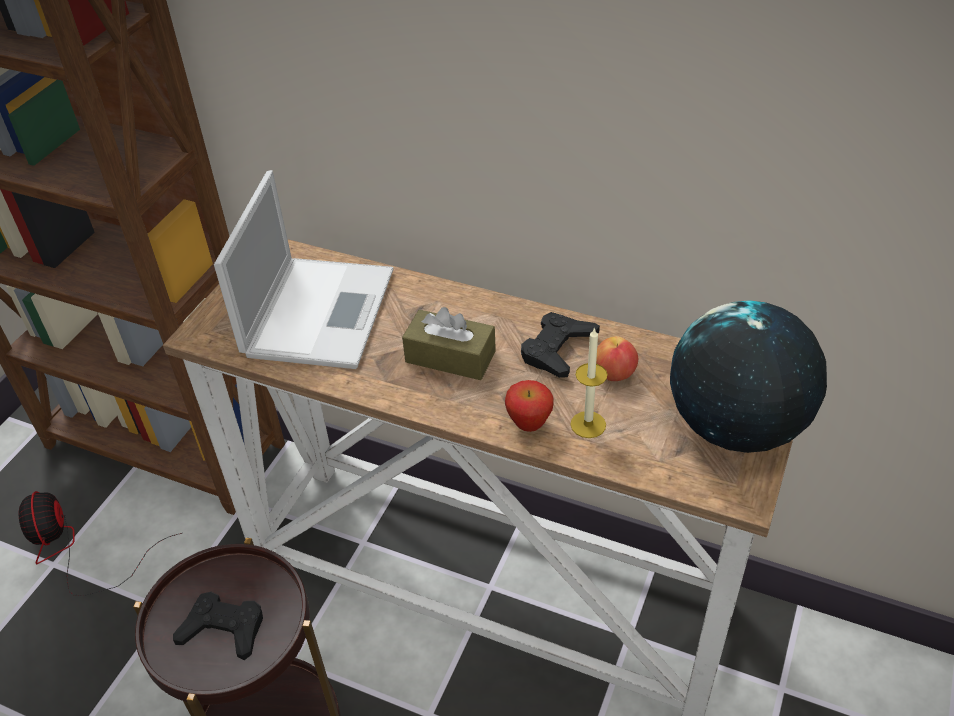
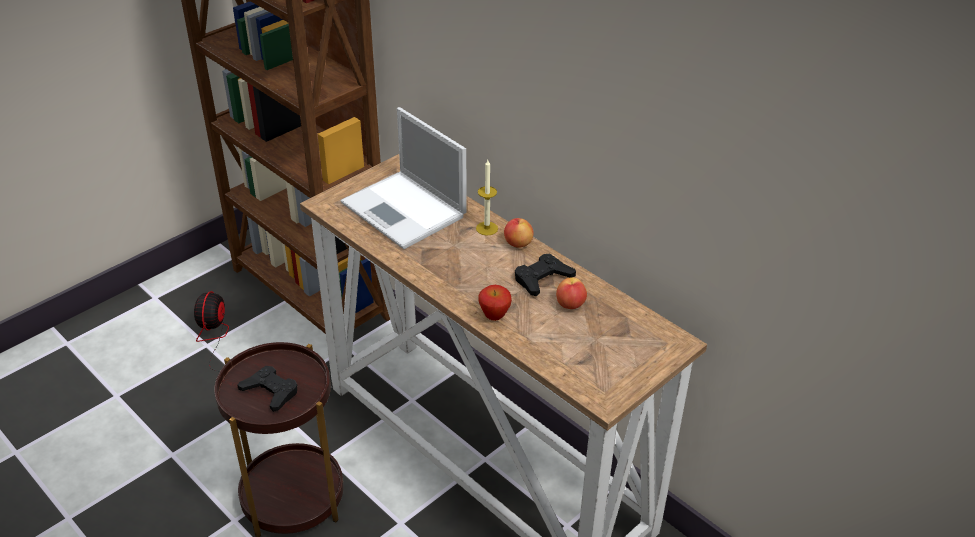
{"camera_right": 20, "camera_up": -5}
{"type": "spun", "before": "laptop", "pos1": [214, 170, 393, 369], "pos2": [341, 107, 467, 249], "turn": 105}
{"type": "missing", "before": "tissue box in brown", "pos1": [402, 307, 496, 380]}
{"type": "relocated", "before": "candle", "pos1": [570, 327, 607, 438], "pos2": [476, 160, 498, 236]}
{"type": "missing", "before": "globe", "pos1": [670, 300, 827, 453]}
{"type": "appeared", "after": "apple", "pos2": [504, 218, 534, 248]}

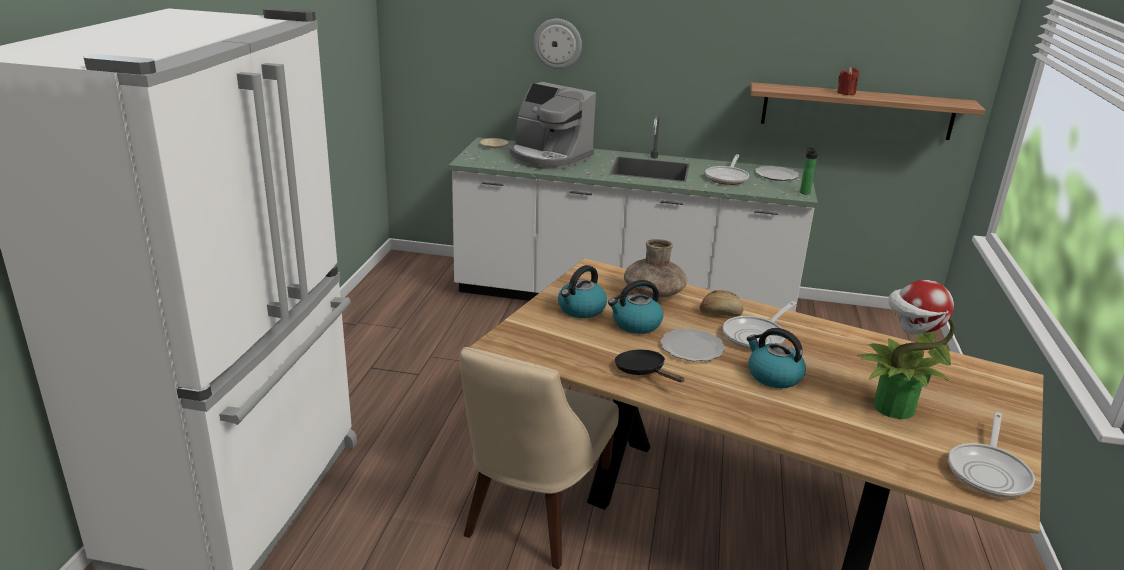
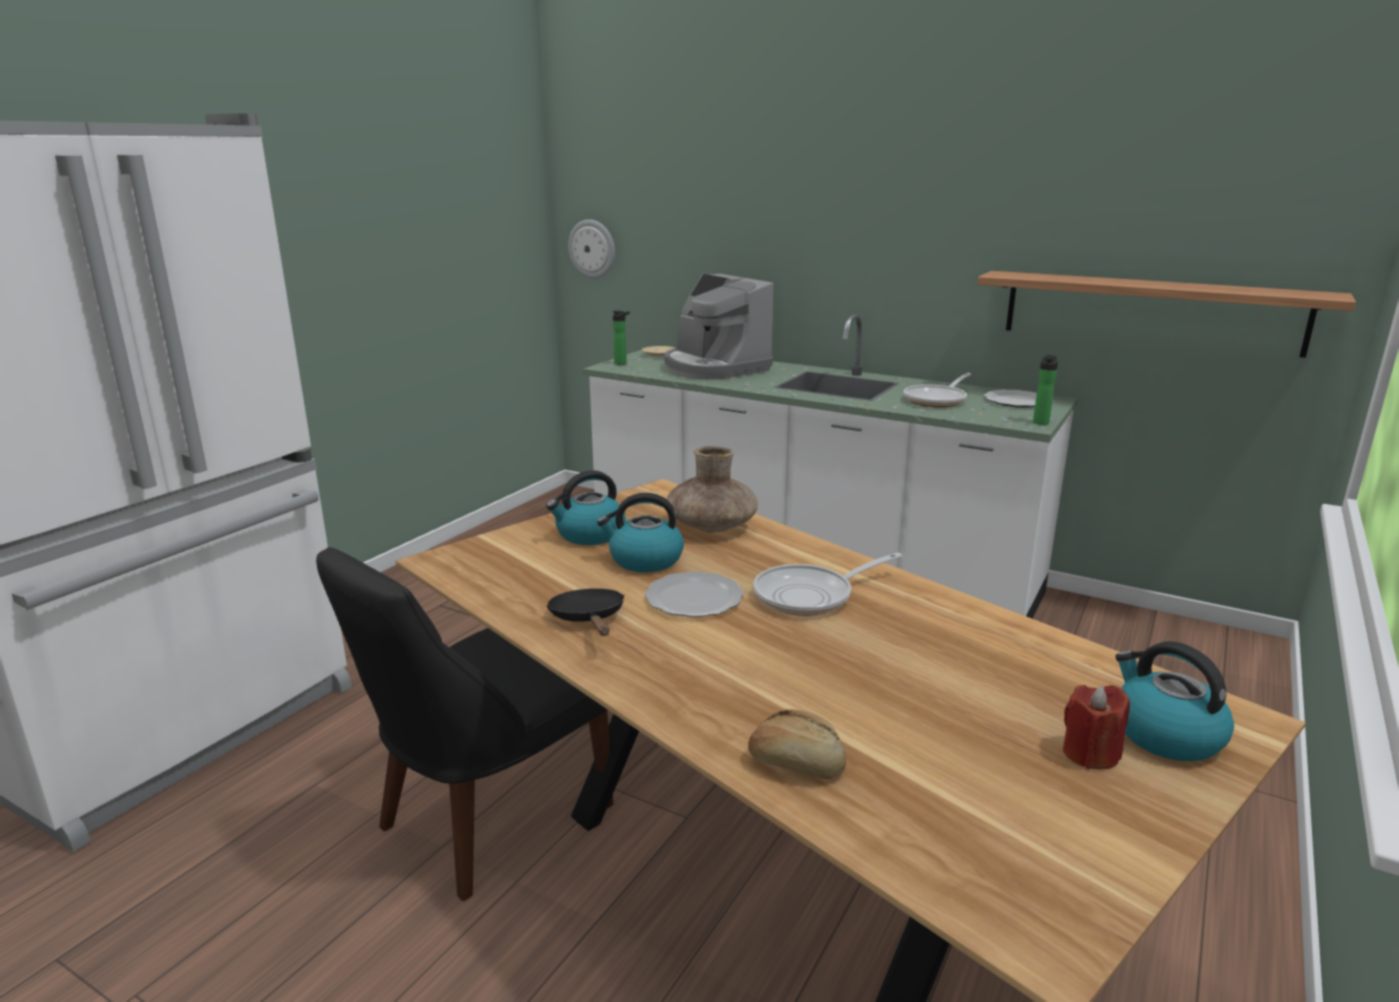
{"camera_right": 20, "camera_up": -5}
{"type": "colour", "before": "chair in beige", "after": "chair in black", "pos1": [460, 347, 619, 569], "pos2": [316, 547, 613, 901]}
{"type": "relocated", "before": "wall clock", "pos1": [533, 19, 582, 69], "pos2": [568, 219, 615, 279]}
{"type": "relocated", "before": "bread", "pos1": [700, 290, 743, 317], "pos2": [748, 709, 846, 779]}
{"type": "relocated", "before": "kettle", "pos1": [747, 328, 806, 388], "pos2": [1115, 641, 1234, 761]}
{"type": "relocated", "before": "candle in red", "pos1": [837, 67, 859, 95], "pos2": [1063, 685, 1130, 769]}
{"type": "missing", "before": "potted plant", "pos1": [857, 280, 955, 419]}
{"type": "missing", "before": "frying pan", "pos1": [948, 412, 1035, 498]}
{"type": "appeared", "after": "bottle", "pos2": [612, 310, 630, 365]}

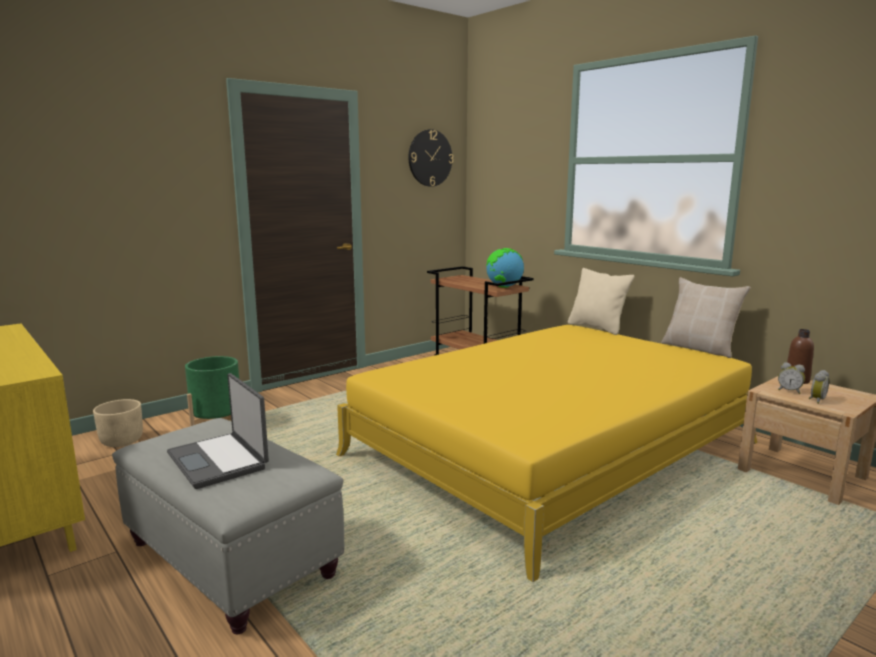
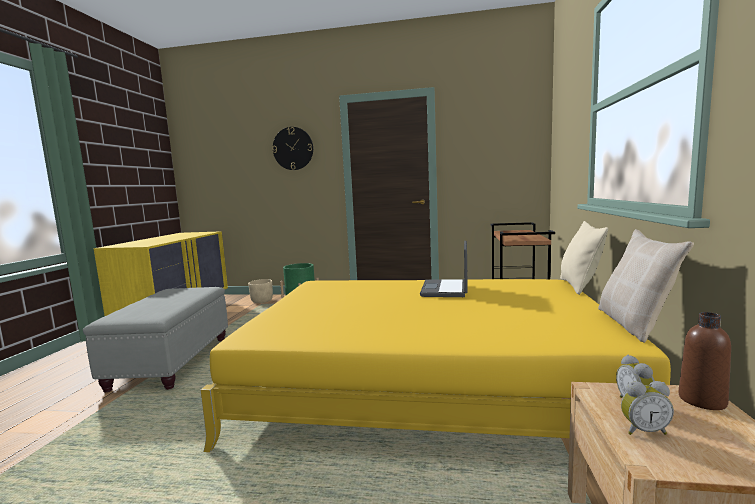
{"camera_right": 50, "camera_up": -5}
{"type": "relocated", "before": "laptop", "pos1": [167, 373, 269, 489], "pos2": [420, 241, 468, 297]}
{"type": "relocated", "before": "wall clock", "pos1": [409, 129, 453, 187], "pos2": [272, 127, 313, 170]}
{"type": "missing", "before": "globe", "pos1": [486, 248, 524, 288]}

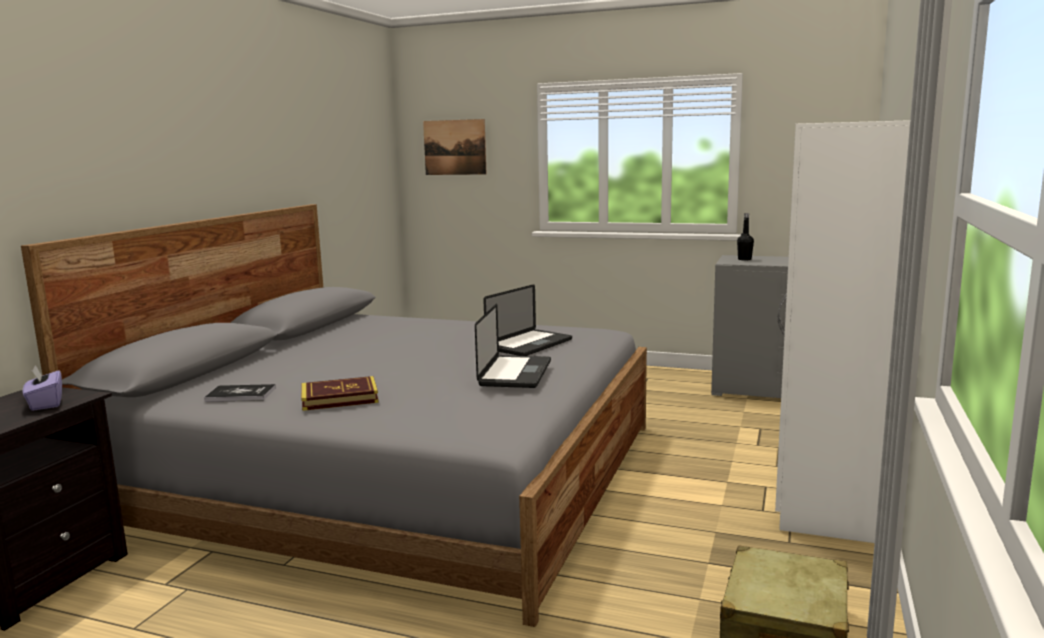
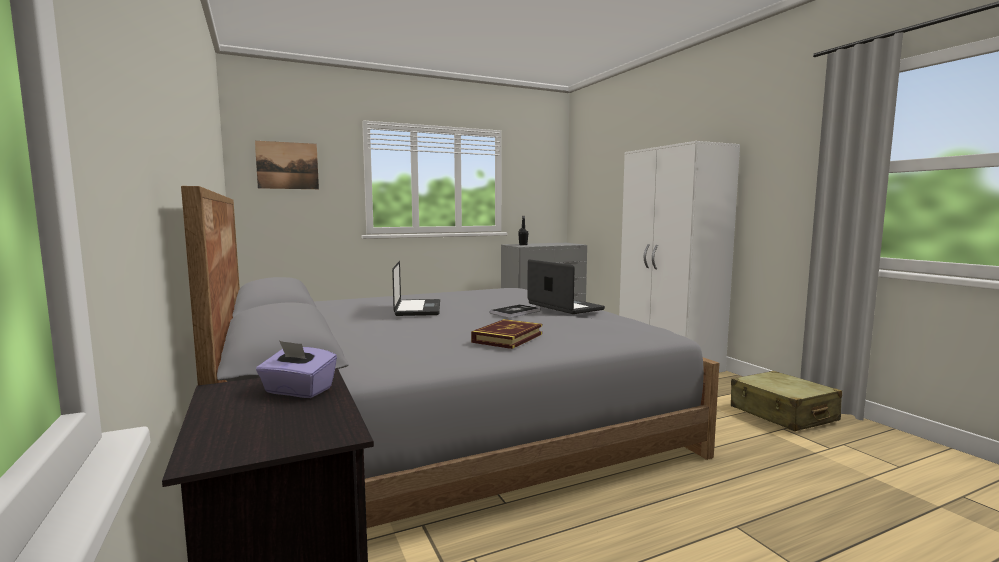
{"camera_right": -45, "camera_up": -5}
{"type": "relocated", "before": "book", "pos1": [204, 384, 276, 402], "pos2": [490, 304, 540, 318]}
{"type": "relocated", "before": "laptop", "pos1": [483, 284, 572, 356], "pos2": [392, 261, 440, 316]}

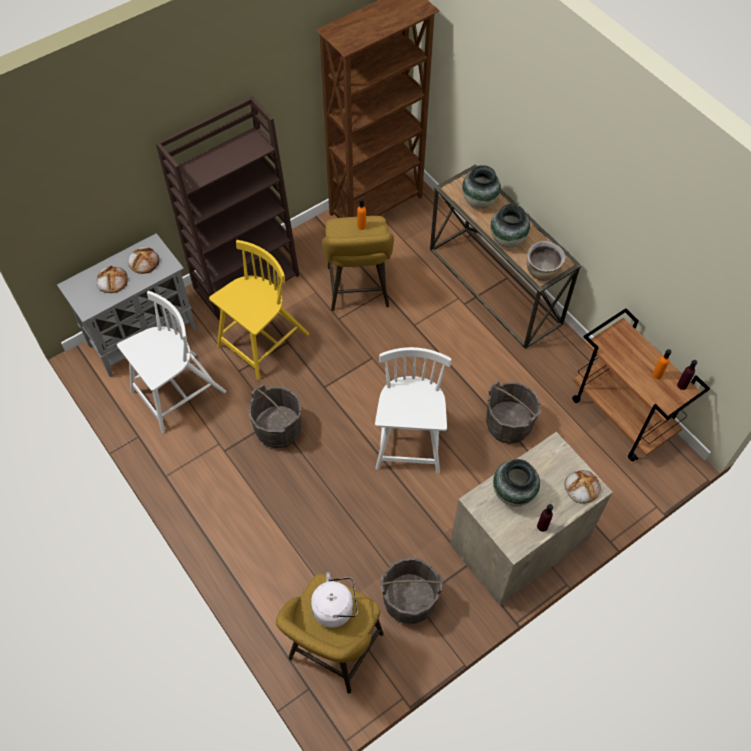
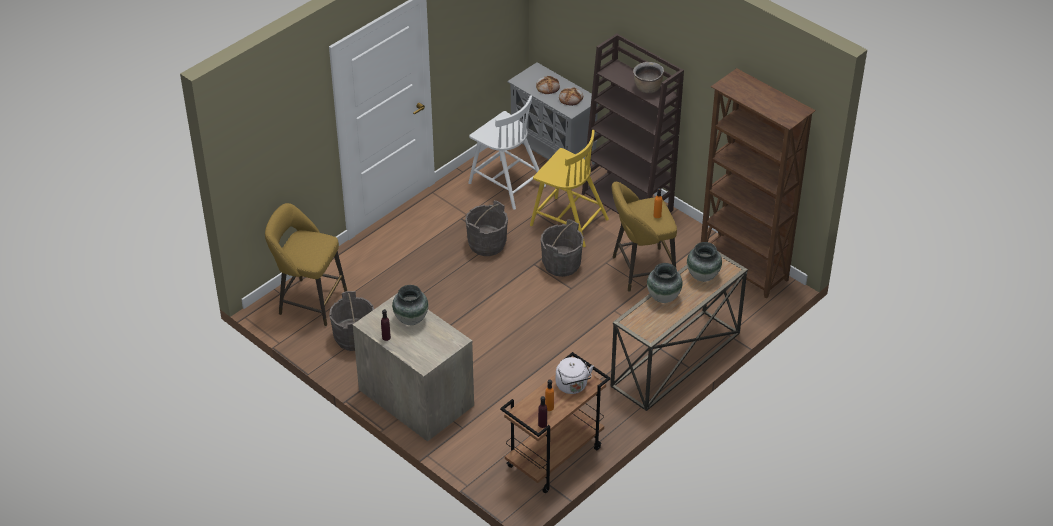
{"camera_right": 80, "camera_up": -15}
{"type": "relocated", "before": "kettle in white", "pos1": [311, 572, 358, 628], "pos2": [556, 357, 594, 394]}
{"type": "missing", "before": "chair in white", "pos1": [375, 347, 451, 474]}
{"type": "relocated", "before": "bucket in grey", "pos1": [486, 381, 541, 444], "pos2": [541, 219, 584, 277]}
{"type": "relocated", "before": "cooking pot in brown", "pos1": [527, 241, 565, 281], "pos2": [633, 62, 664, 93]}
{"type": "missing", "before": "bread", "pos1": [564, 470, 601, 504]}

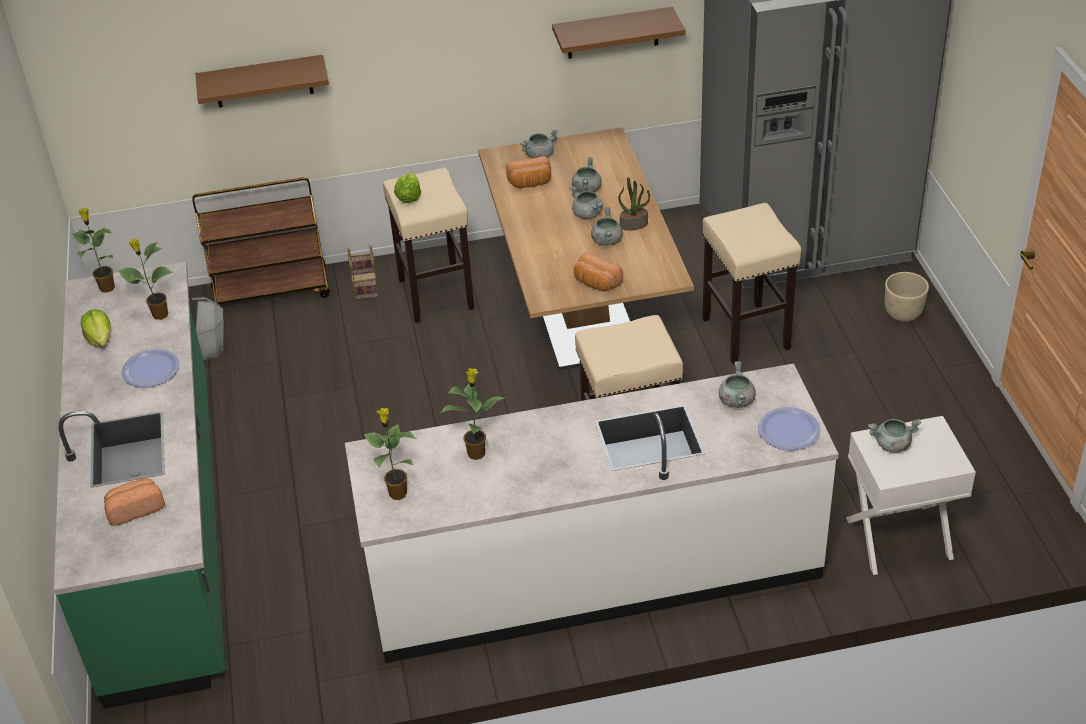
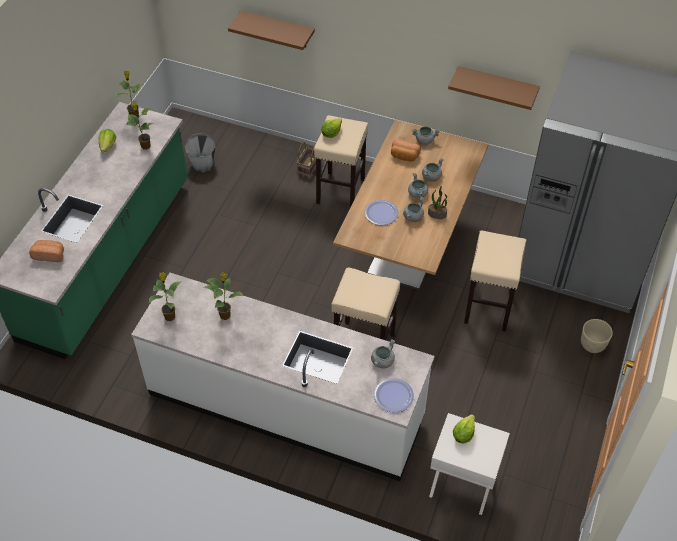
{"camera_right": 30, "camera_up": 10}
{"type": "relocated", "before": "plate", "pos1": [122, 349, 180, 388], "pos2": [365, 200, 398, 225]}
{"type": "missing", "before": "cart in brown", "pos1": [192, 177, 330, 307]}
{"type": "missing", "before": "bread", "pos1": [574, 252, 623, 292]}
{"type": "exchanged", "before": "cooking pot in grey", "after": "lettuce", "pos1": [868, 419, 921, 453], "pos2": [453, 414, 475, 444]}

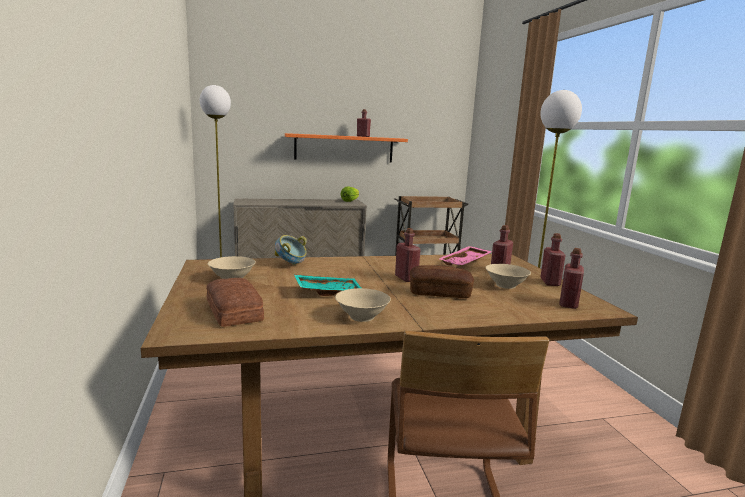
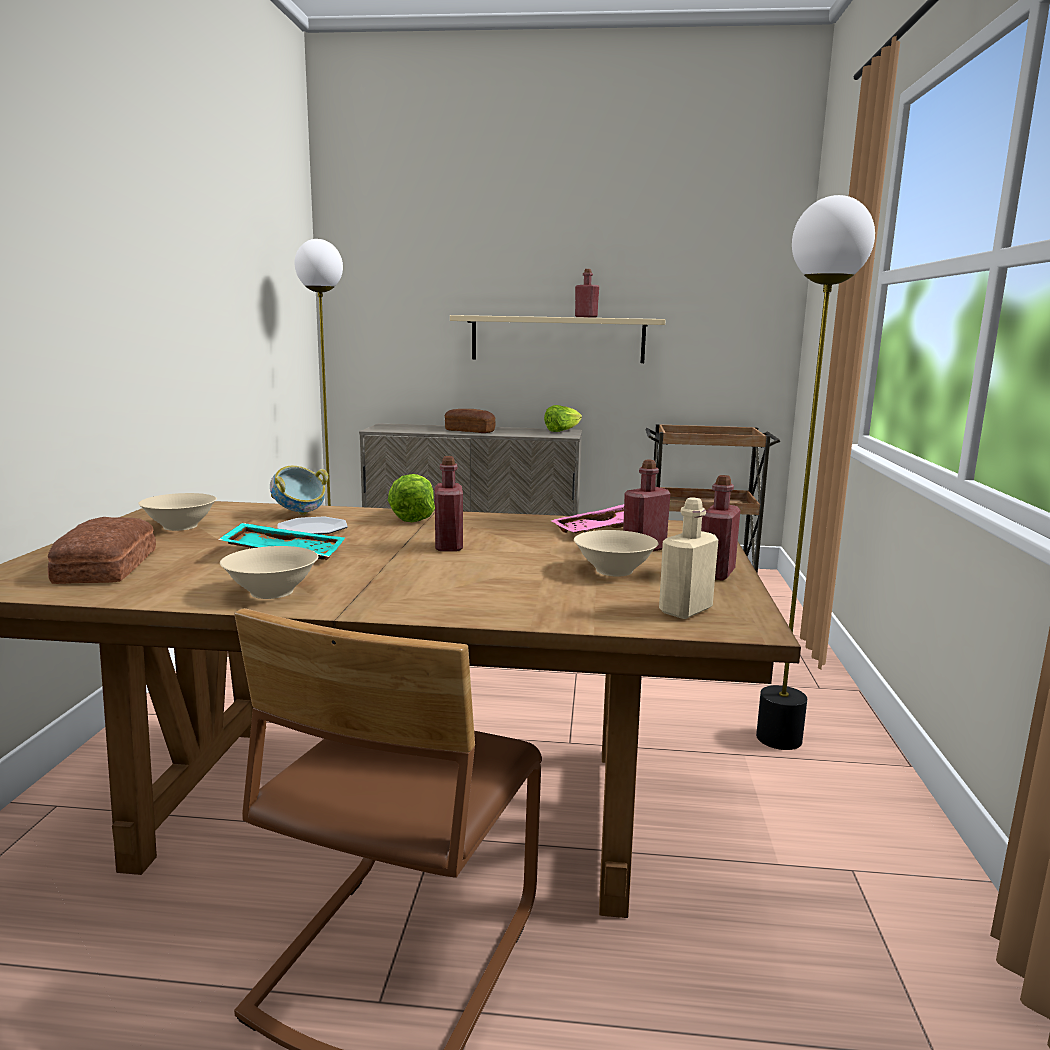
{"camera_right": 20, "camera_up": 0}
{"type": "colour", "before": "shelf in orange", "after": "shelf in beige", "pos1": [285, 133, 408, 163], "pos2": [450, 315, 666, 363]}
{"type": "relocated", "before": "bread", "pos1": [410, 265, 474, 298], "pos2": [445, 409, 495, 433]}
{"type": "colour", "before": "bottle in red", "after": "bottle in beige", "pos1": [559, 248, 584, 309], "pos2": [659, 497, 718, 619]}
{"type": "appeared", "after": "plate", "pos2": [278, 517, 348, 535]}
{"type": "appeared", "after": "lettuce", "pos2": [388, 474, 435, 522]}

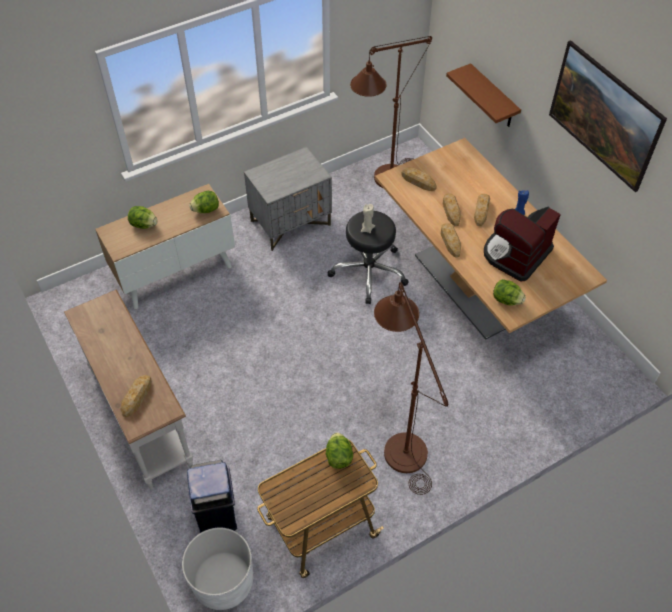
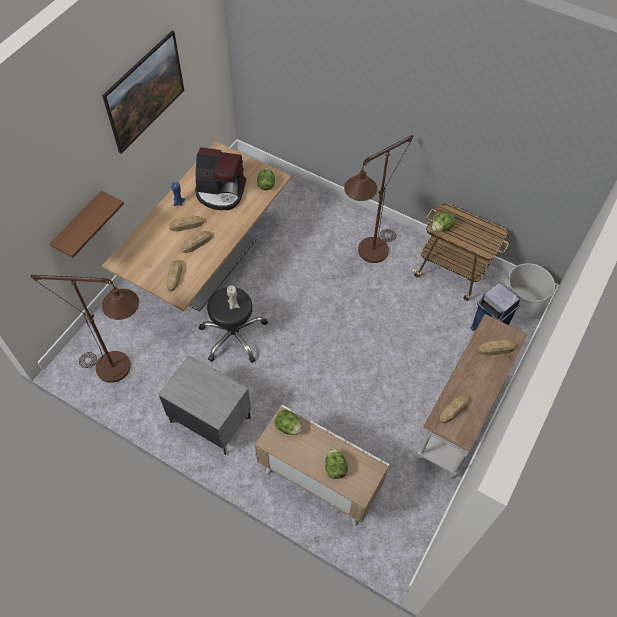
{"camera_right": -120, "camera_up": 5}
{"type": "relocated", "before": "bread", "pos1": [441, 223, 461, 258], "pos2": [439, 394, 469, 423]}

